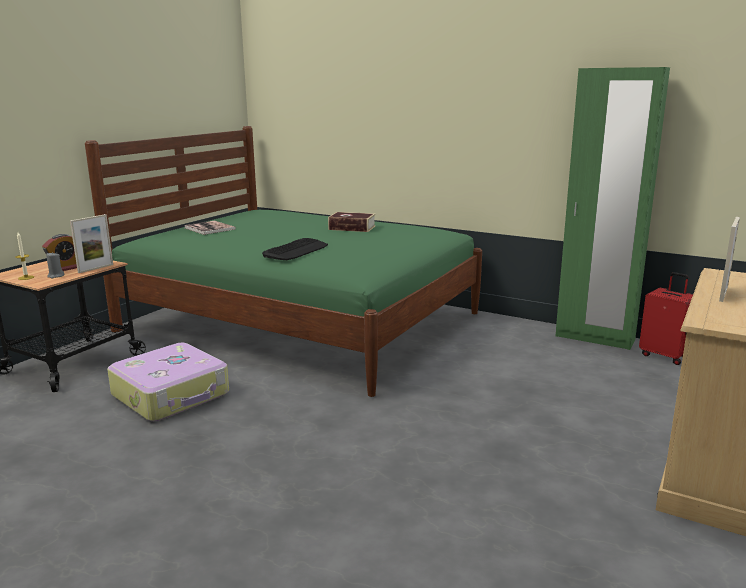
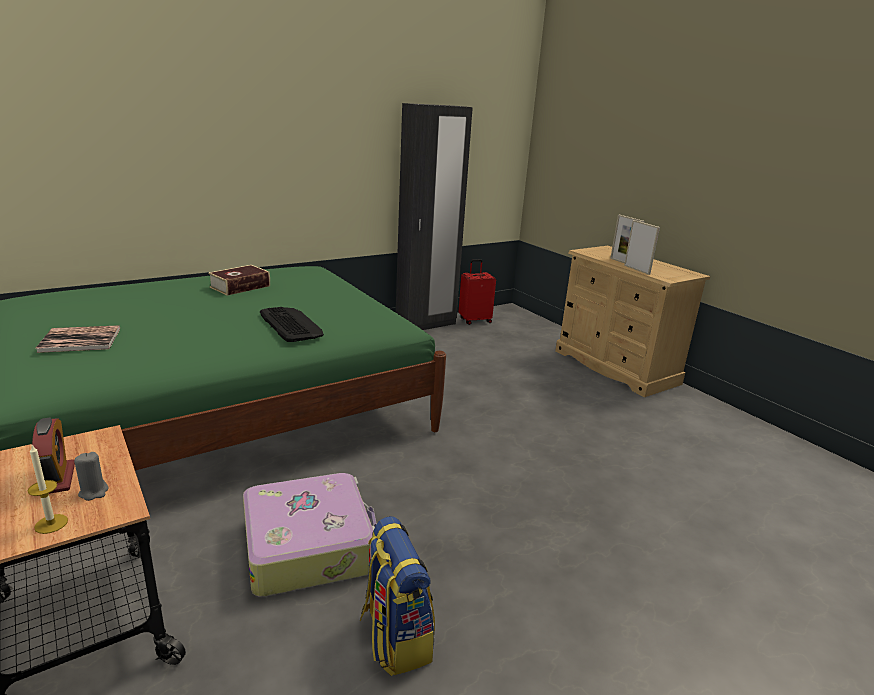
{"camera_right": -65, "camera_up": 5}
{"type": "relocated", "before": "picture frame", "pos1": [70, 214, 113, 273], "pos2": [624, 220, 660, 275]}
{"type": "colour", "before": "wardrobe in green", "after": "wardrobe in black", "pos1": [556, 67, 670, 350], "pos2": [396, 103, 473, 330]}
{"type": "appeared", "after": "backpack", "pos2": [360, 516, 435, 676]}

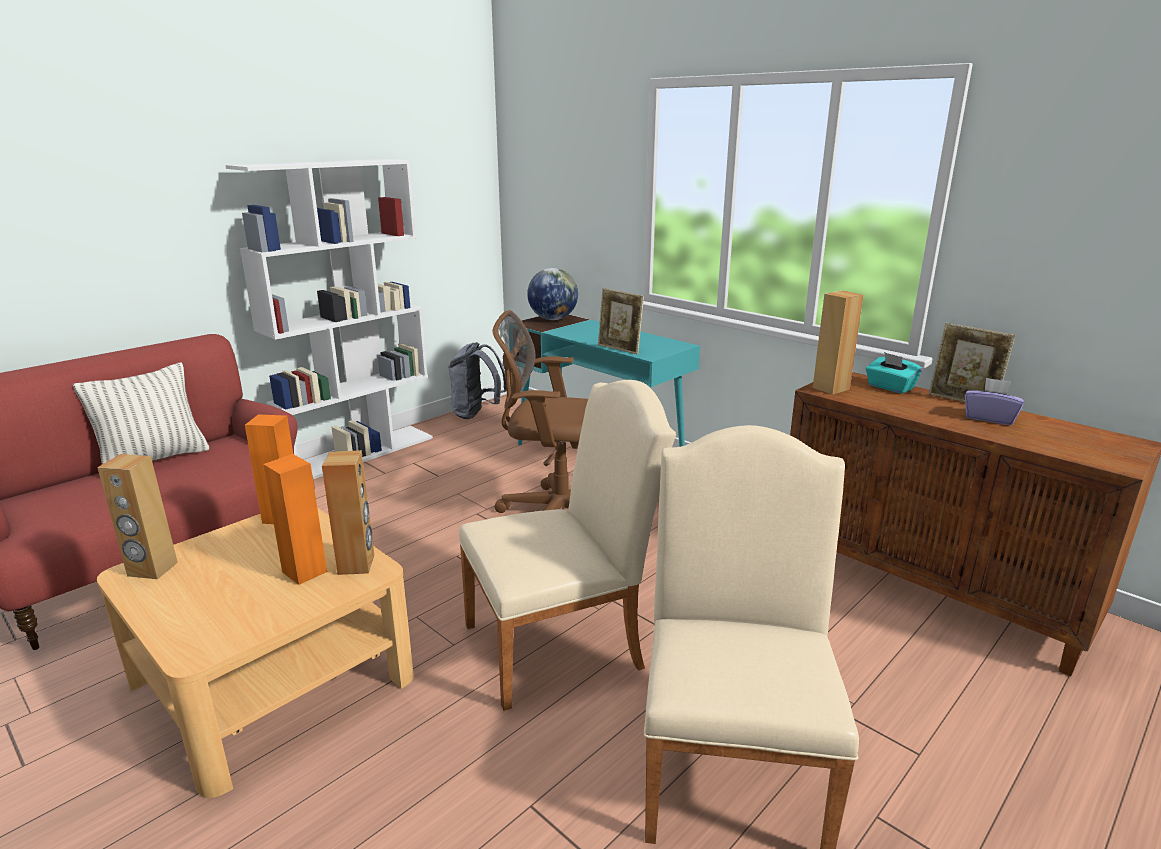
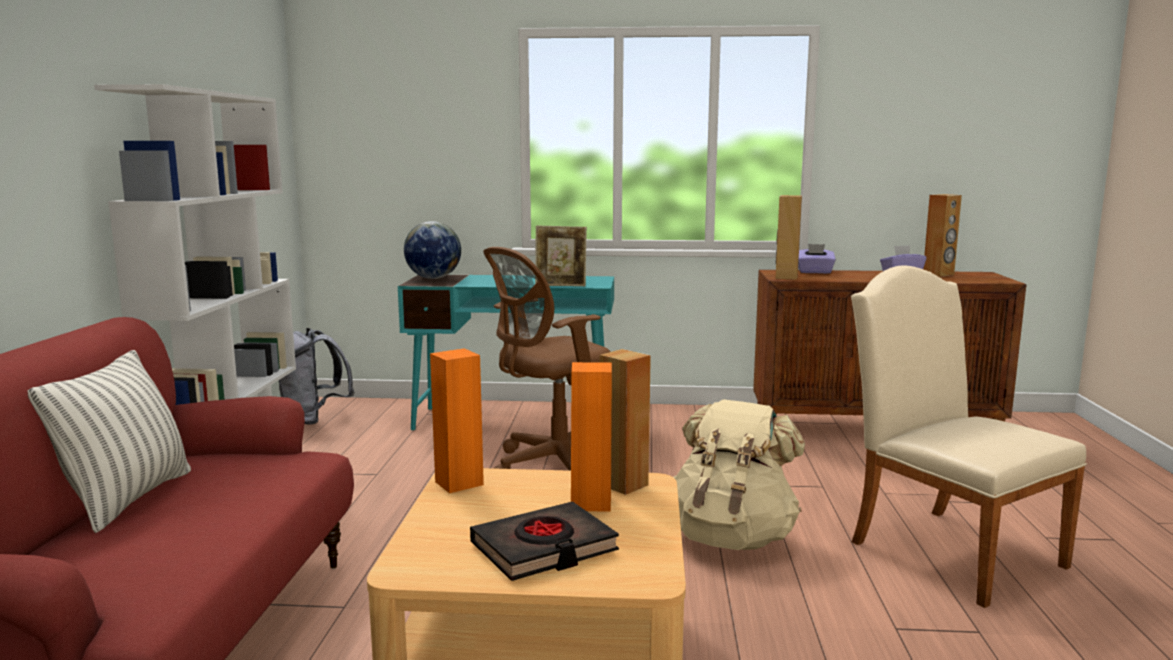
{"camera_right": -40, "camera_up": -10}
{"type": "relocated", "before": "speaker in brown", "pos1": [97, 454, 178, 579], "pos2": [923, 194, 962, 277]}
{"type": "exchanged", "before": "chair in beige", "after": "backpack in beige", "pos1": [459, 380, 676, 711], "pos2": [674, 399, 805, 550]}
{"type": "colour", "before": "tissue box in turquoise", "after": "tissue box in purple", "pos1": [866, 352, 922, 394], "pos2": [798, 244, 836, 274]}
{"type": "missing", "before": "picture frame", "pos1": [929, 323, 1015, 402]}
{"type": "appeared", "after": "book in black", "pos2": [470, 501, 619, 581]}

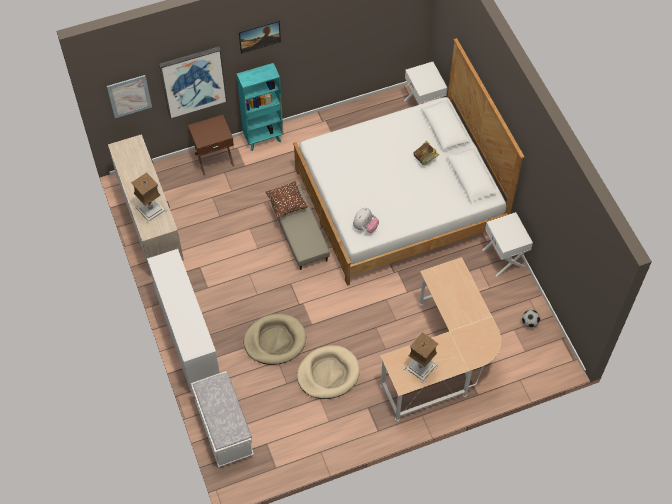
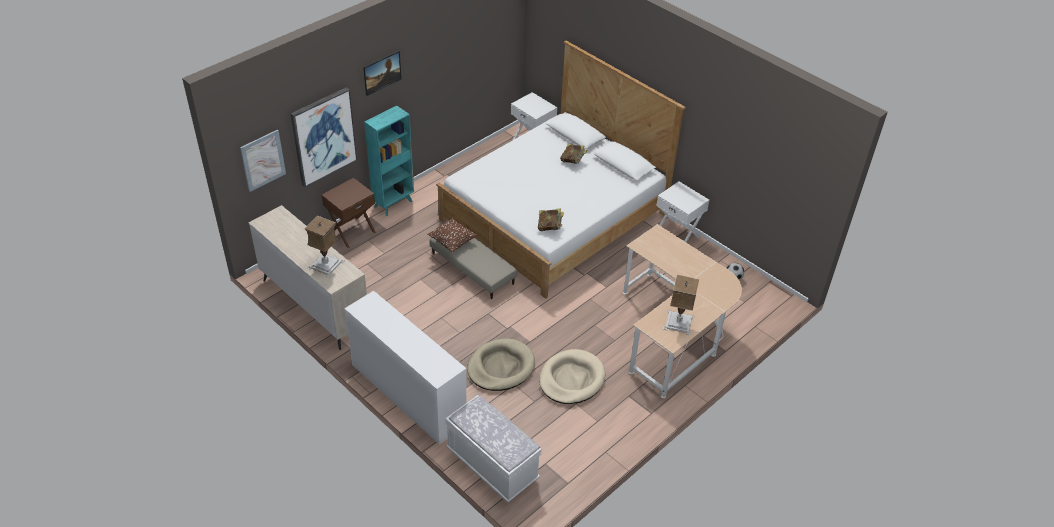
{"camera_right": -25, "camera_up": -15}
{"type": "exchanged", "before": "plush toy", "after": "book", "pos1": [353, 208, 379, 233], "pos2": [538, 209, 564, 231]}

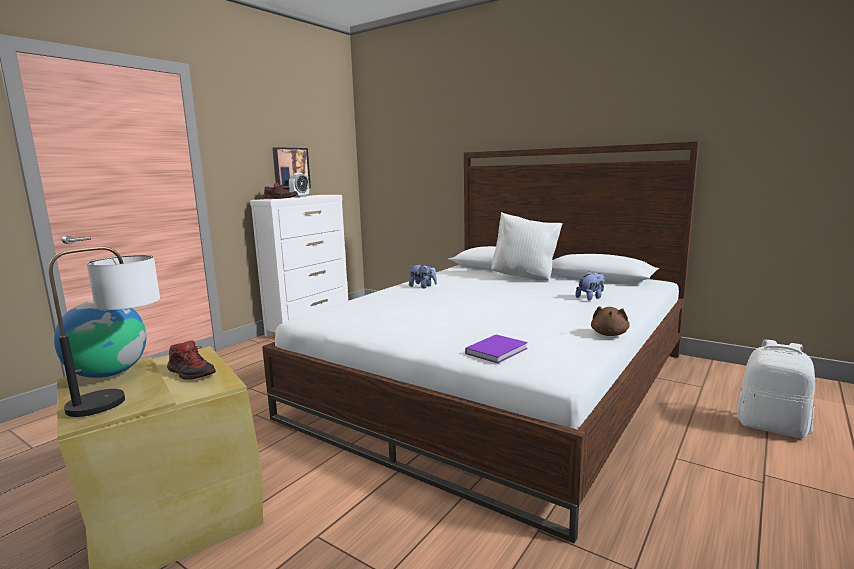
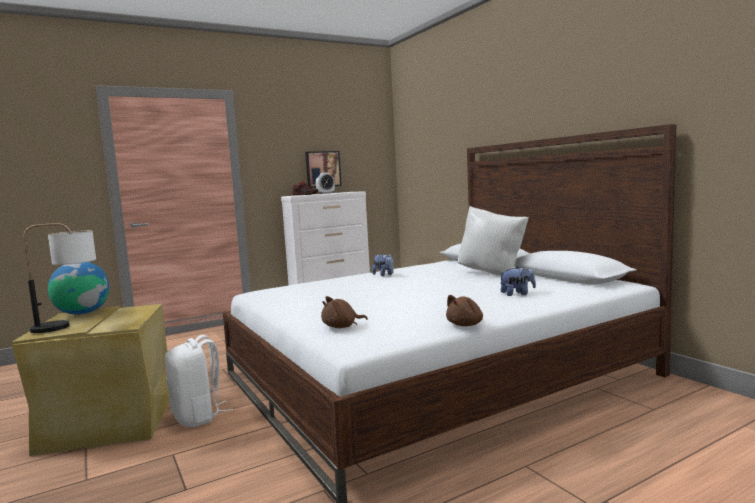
{"camera_right": 25, "camera_up": -5}
{"type": "missing", "before": "shoe", "pos1": [167, 341, 216, 380]}
{"type": "exchanged", "before": "book in purple", "after": "plush toy in brown", "pos1": [465, 335, 528, 363], "pos2": [321, 296, 368, 328]}
{"type": "relocated", "before": "backpack in white", "pos1": [737, 340, 815, 438], "pos2": [165, 335, 233, 427]}

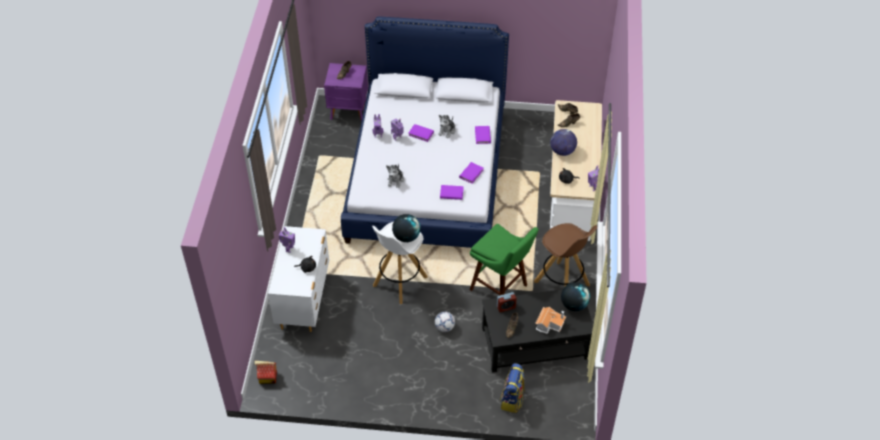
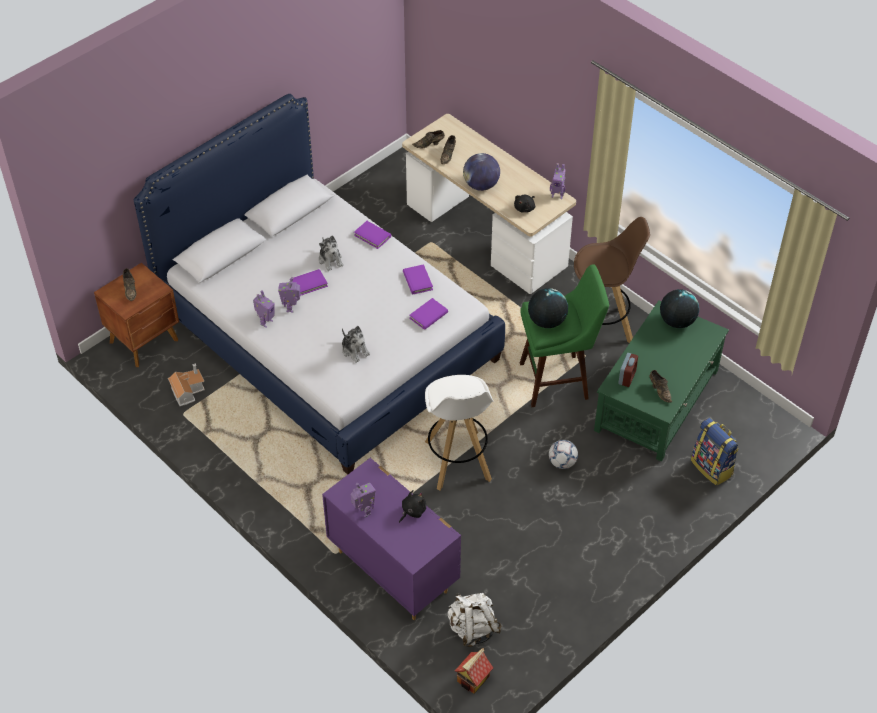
{"camera_right": -50, "camera_up": 0}
{"type": "colour", "before": "dresser in white", "after": "dresser in purple", "pos1": [268, 226, 329, 332], "pos2": [322, 458, 461, 620]}
{"type": "colour", "before": "nightstand in purple", "after": "nightstand in brown", "pos1": [324, 63, 368, 122], "pos2": [94, 263, 179, 367]}
{"type": "relocated", "before": "globe", "pos1": [392, 214, 421, 242], "pos2": [528, 288, 568, 328]}
{"type": "colour", "before": "coffee table in black", "after": "coffee table in green", "pos1": [482, 289, 593, 372], "pos2": [594, 300, 729, 462]}
{"type": "relocated", "before": "toy house", "pos1": [535, 307, 566, 334], "pos2": [168, 364, 205, 406]}
{"type": "appeared", "after": "backpack in white", "pos2": [447, 593, 501, 647]}

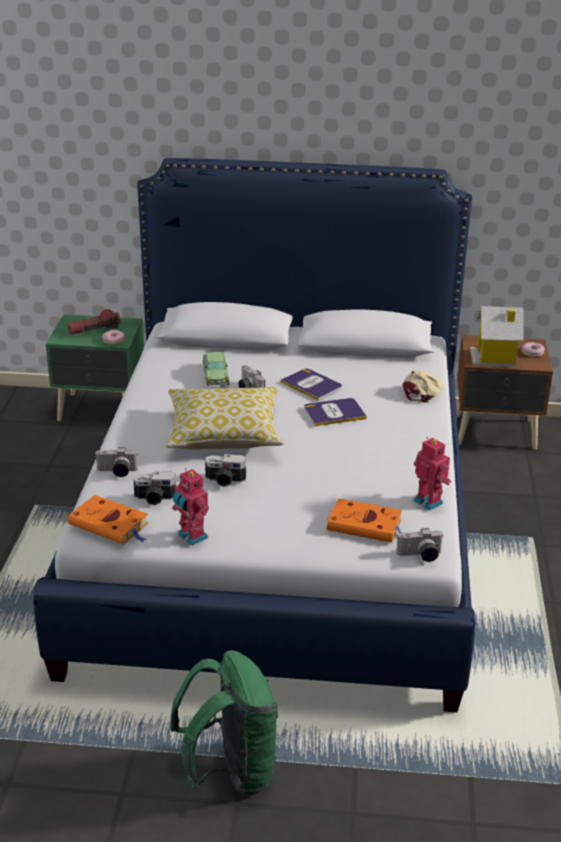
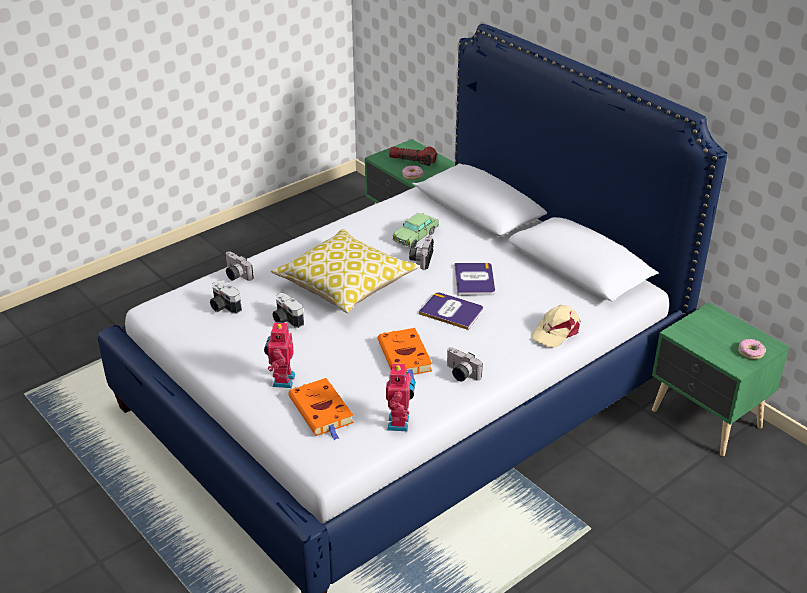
{"camera_right": 45, "camera_up": 5}
{"type": "relocated", "before": "book in orange", "pos1": [68, 495, 148, 545], "pos2": [378, 328, 432, 383]}
{"type": "missing", "before": "backpack in green", "pos1": [170, 650, 278, 796]}
{"type": "relocated", "before": "toy robot", "pos1": [172, 468, 209, 546], "pos2": [264, 320, 295, 388]}
{"type": "relocated", "before": "photo camera", "pos1": [396, 528, 443, 562], "pos2": [446, 347, 483, 381]}
{"type": "spun", "before": "cap in beige", "pos1": [402, 370, 444, 403], "pos2": [531, 305, 580, 348], "turn": 150}
{"type": "colour", "before": "nightstand in brown", "after": "nightstand in green", "pos1": [456, 335, 553, 450], "pos2": [652, 302, 789, 456]}
{"type": "missing", "before": "toy house", "pos1": [470, 306, 523, 367]}

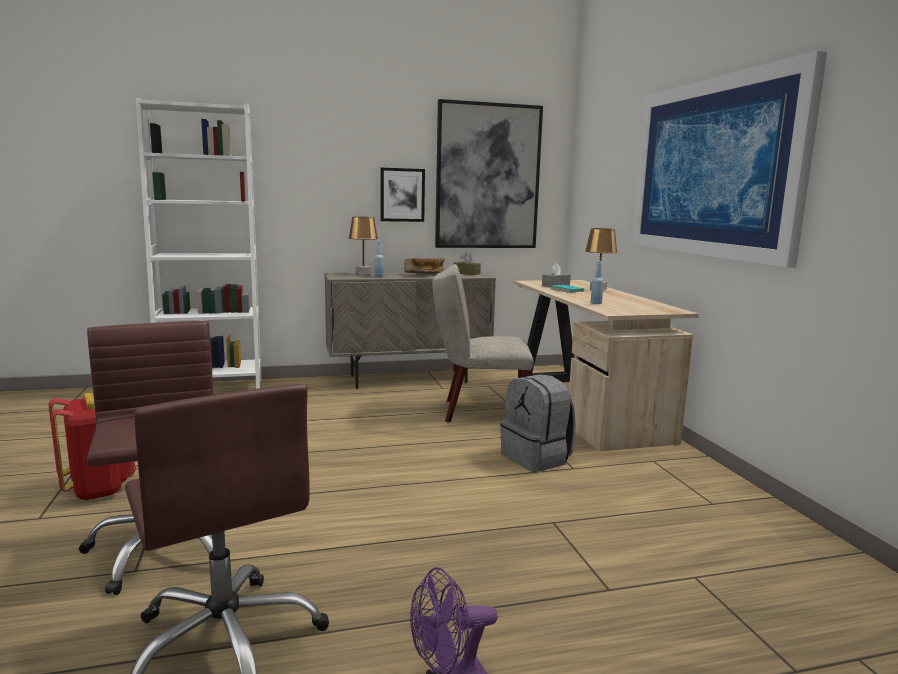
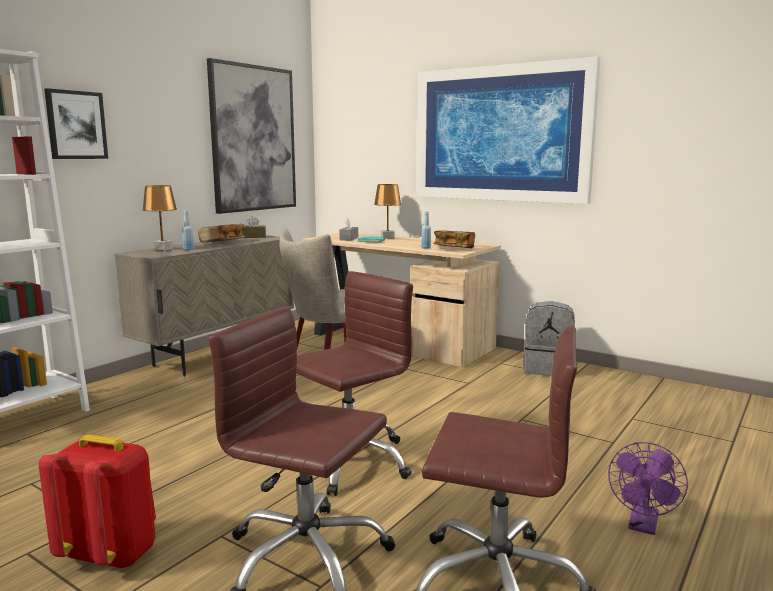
{"camera_right": -40, "camera_up": 0}
{"type": "relocated", "before": "picture", "pos1": [380, 168, 425, 222], "pos2": [44, 88, 108, 159]}
{"type": "relocated", "before": "backpack in grey", "pos1": [500, 374, 576, 472], "pos2": [523, 301, 575, 376]}
{"type": "appeared", "after": "office chair in brown", "pos2": [296, 271, 413, 496]}
{"type": "appeared", "after": "book", "pos2": [433, 230, 475, 248]}

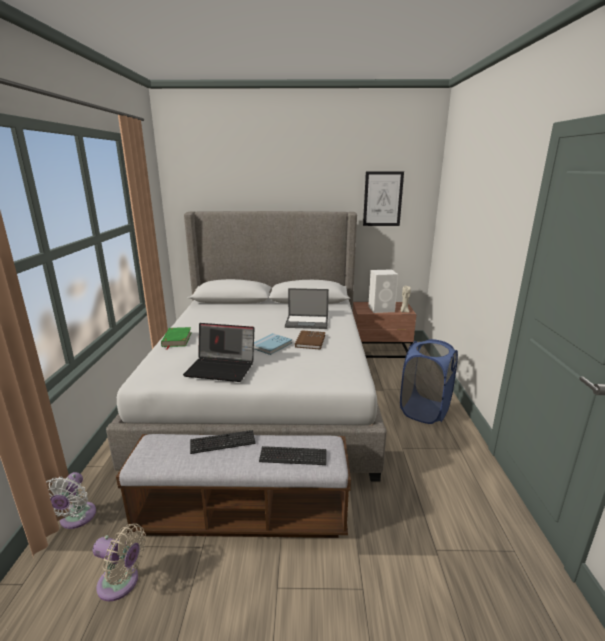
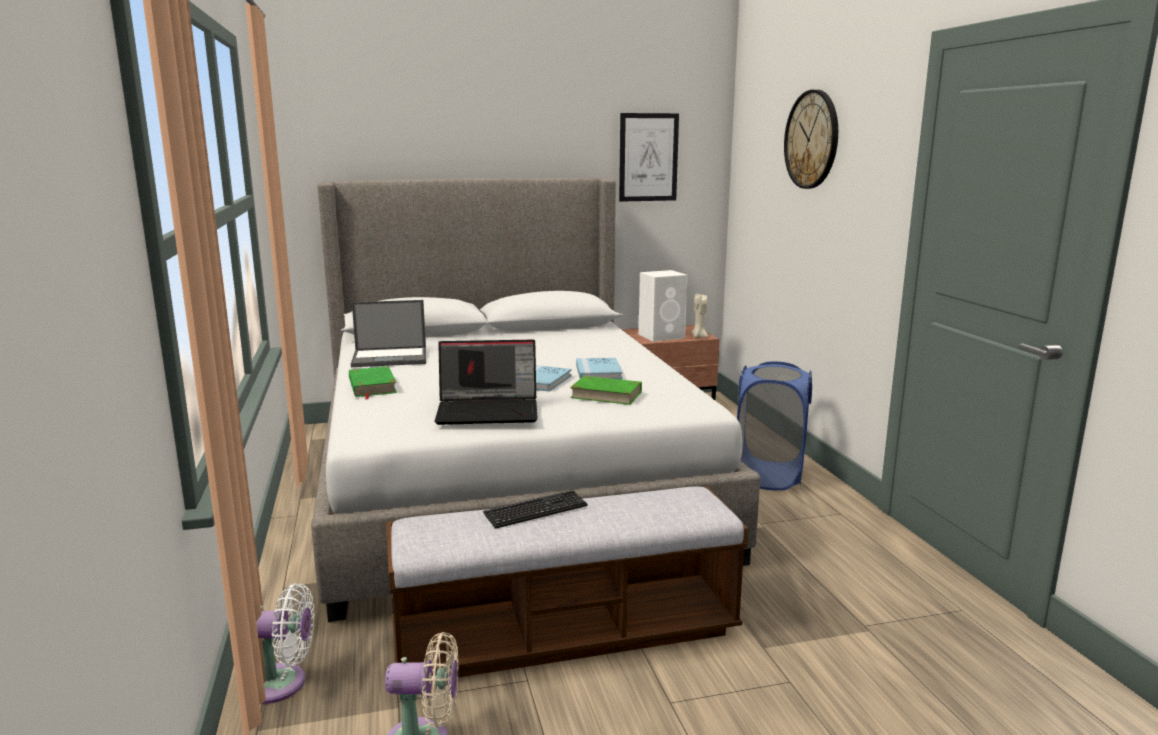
{"camera_right": -15, "camera_up": -5}
{"type": "spun", "before": "fan in white", "pos1": [46, 472, 96, 529], "pos2": [256, 583, 315, 704], "turn": -75}
{"type": "missing", "before": "keyboard", "pos1": [259, 446, 327, 465]}
{"type": "relocated", "before": "laptop", "pos1": [285, 288, 329, 329], "pos2": [351, 300, 426, 367]}
{"type": "colour", "before": "book in brown", "after": "book in blue", "pos1": [295, 330, 325, 350], "pos2": [576, 358, 622, 380]}
{"type": "appeared", "after": "book in green", "pos2": [570, 376, 642, 405]}
{"type": "appeared", "after": "wall clock", "pos2": [784, 90, 838, 189]}

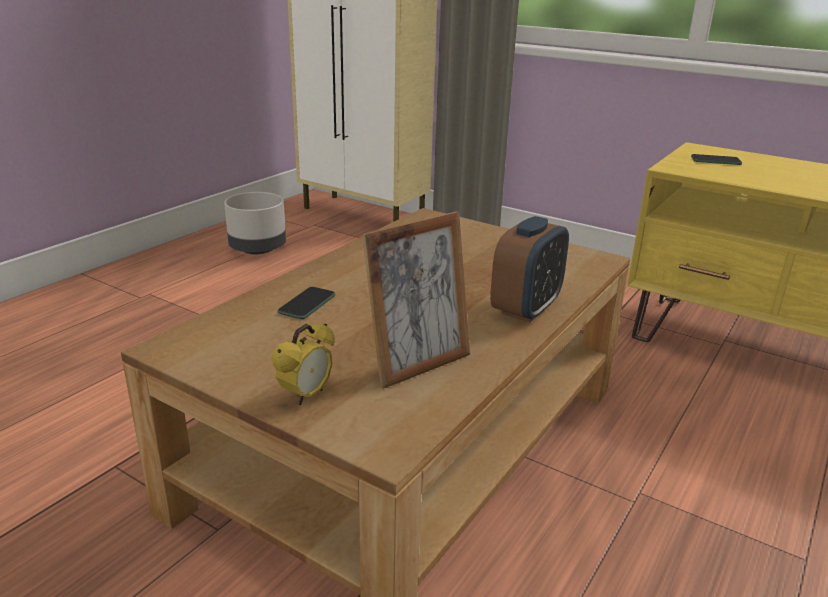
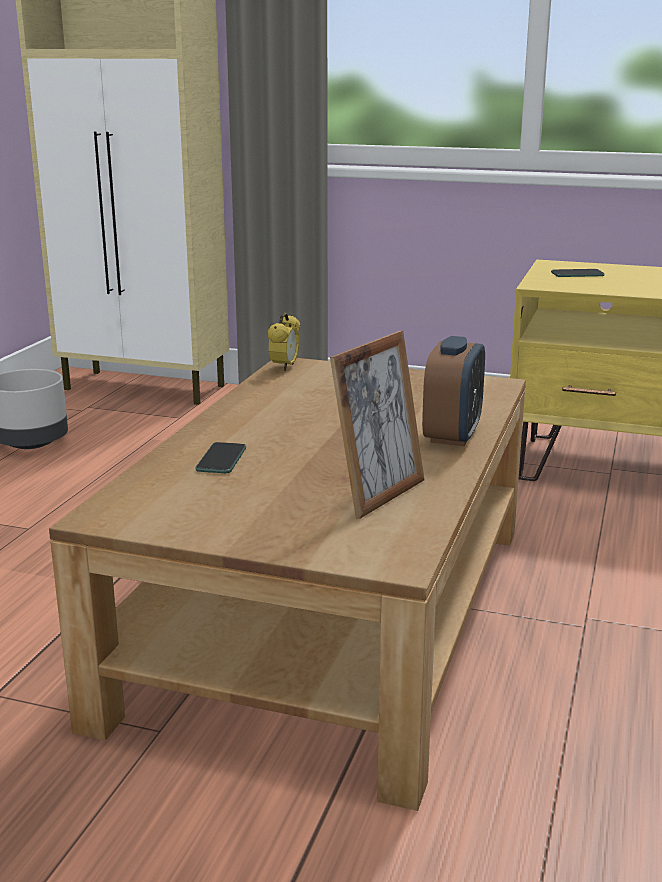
{"camera_right": -15, "camera_up": -5}
{"type": "relocated", "before": "alarm clock", "pos1": [271, 323, 335, 405], "pos2": [268, 312, 300, 371]}

